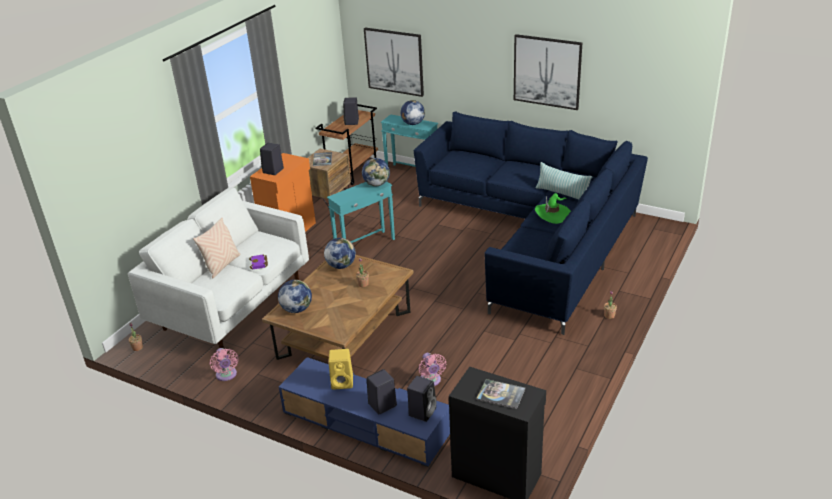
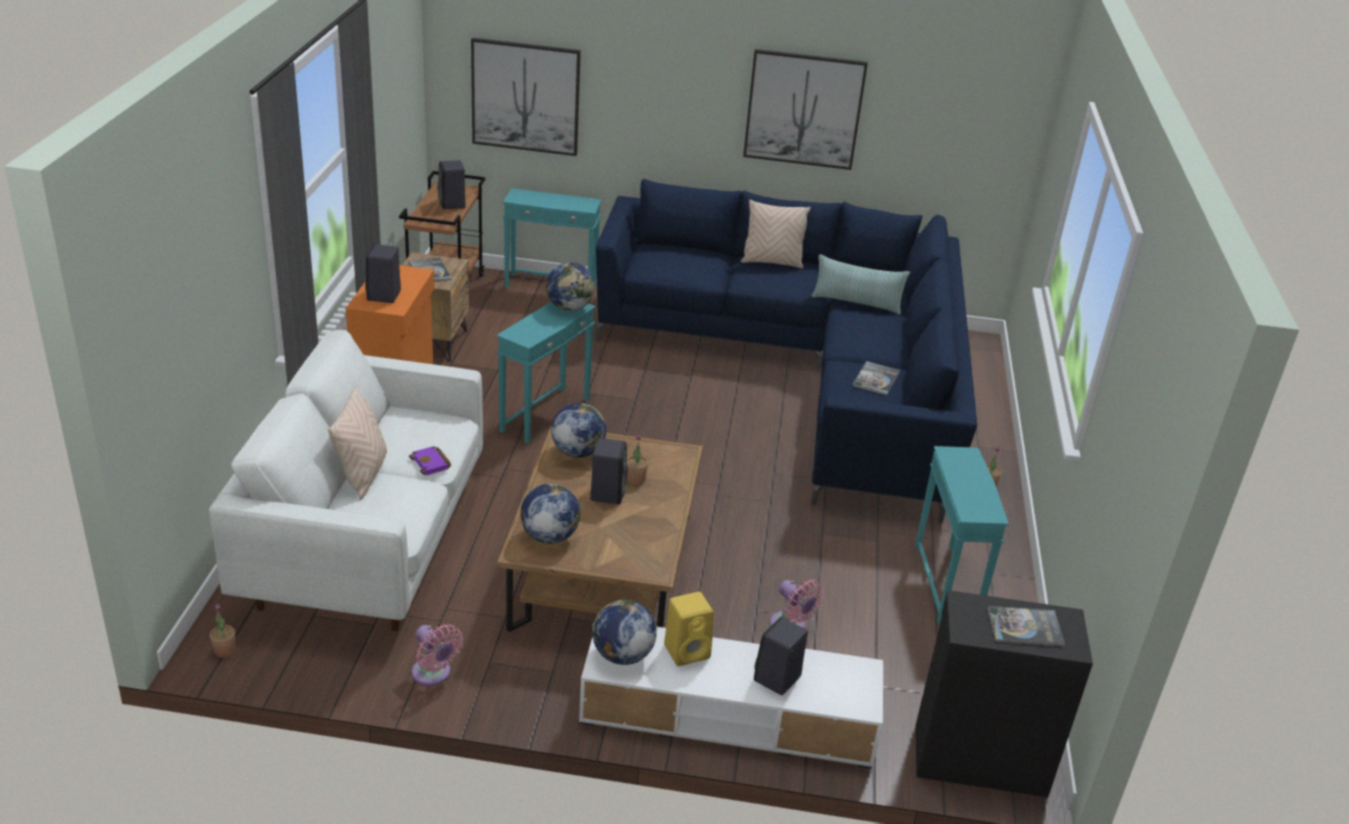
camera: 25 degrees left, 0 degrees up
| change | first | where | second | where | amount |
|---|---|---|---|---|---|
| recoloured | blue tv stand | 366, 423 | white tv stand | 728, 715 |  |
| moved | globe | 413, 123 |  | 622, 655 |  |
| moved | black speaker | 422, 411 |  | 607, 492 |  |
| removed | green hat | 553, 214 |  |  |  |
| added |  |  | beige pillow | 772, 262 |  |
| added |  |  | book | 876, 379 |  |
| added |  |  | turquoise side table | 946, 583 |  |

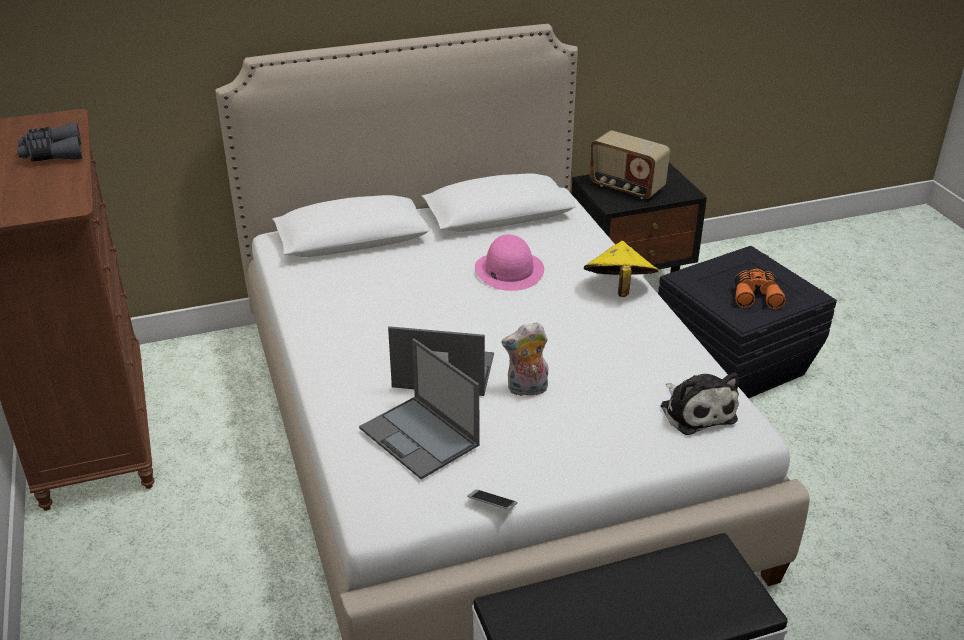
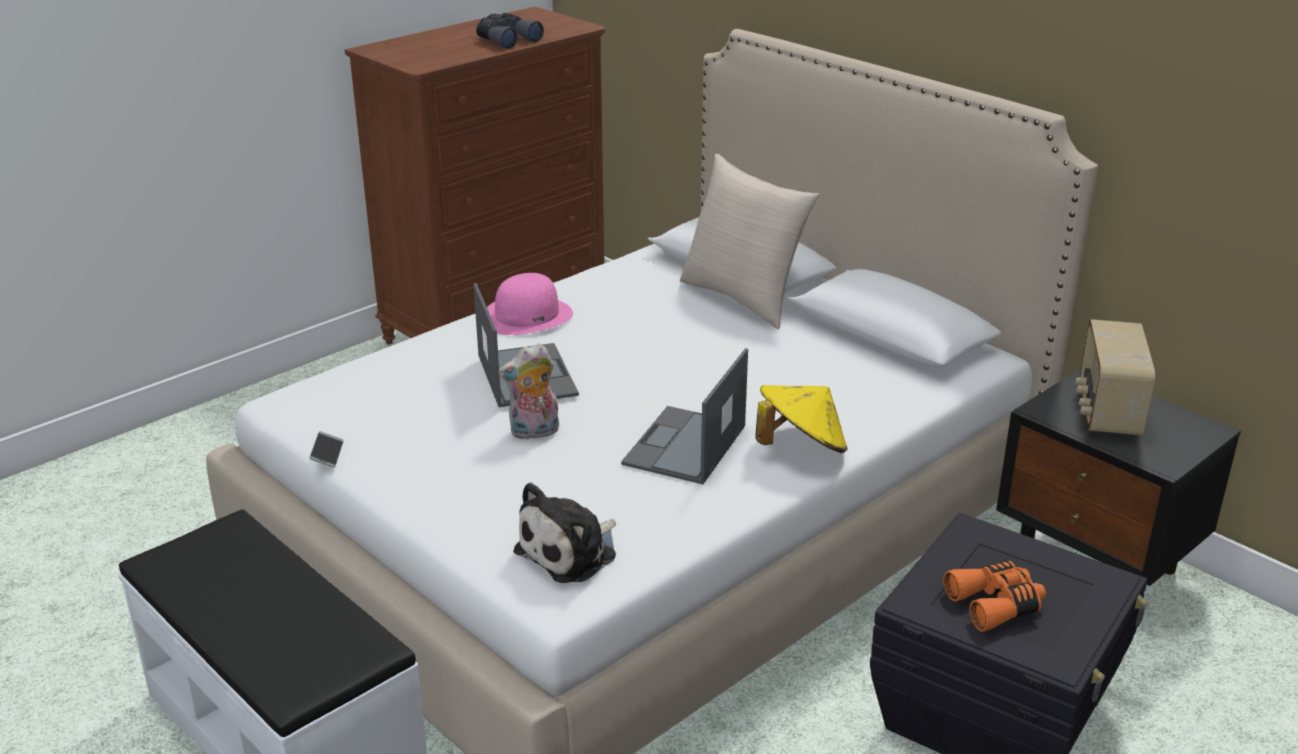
camera: 65 degrees right, 5 degrees down
| change | first | where | second | where | amount |
|---|---|---|---|---|---|
| moved | laptop | 420, 437 |  | 684, 446 |  |
| moved | pink hat | 509, 270 |  | 527, 316 |  |
| turned | plush toy | 526, 390 |  | 534, 432 | 75 degrees counterclockwise |
| added |  |  | beige pillow | 743, 298 |  |

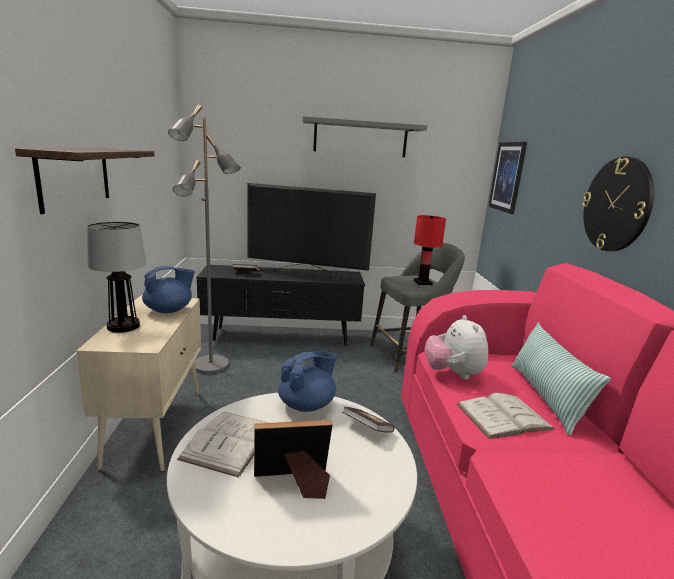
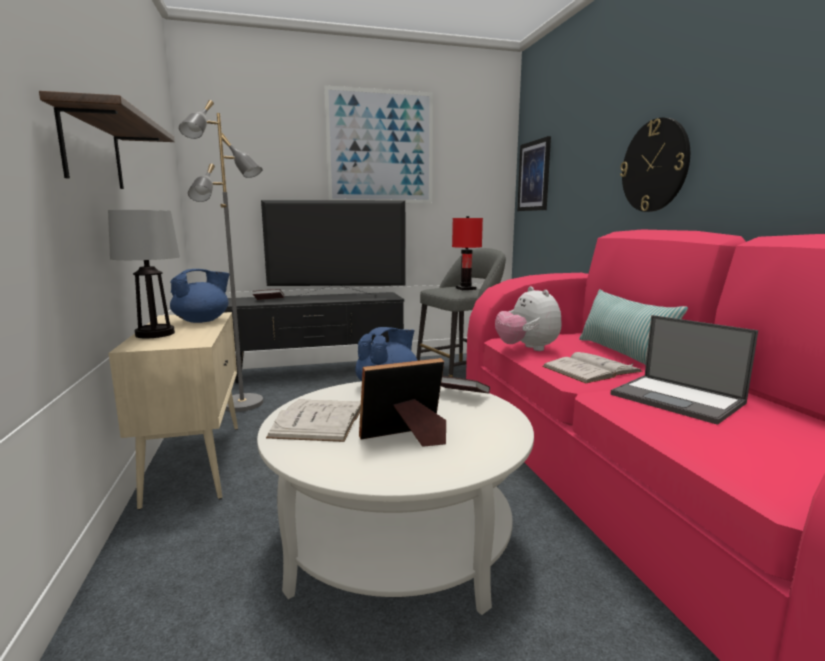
camera: 10 degrees left, 5 degrees down
| change | first | where | second | where | amount |
|---|---|---|---|---|---|
| replaced | grey shelf | 360, 138 | picture | 380, 147 |  |
| added |  |  | laptop | 678, 399 |  |

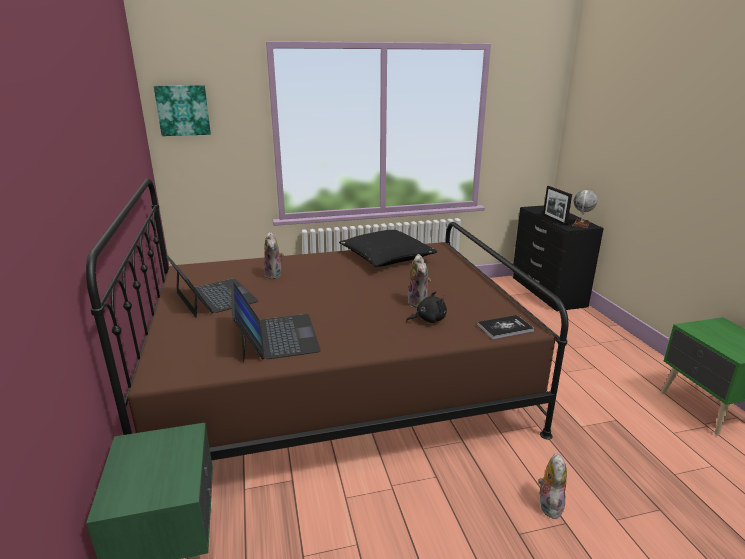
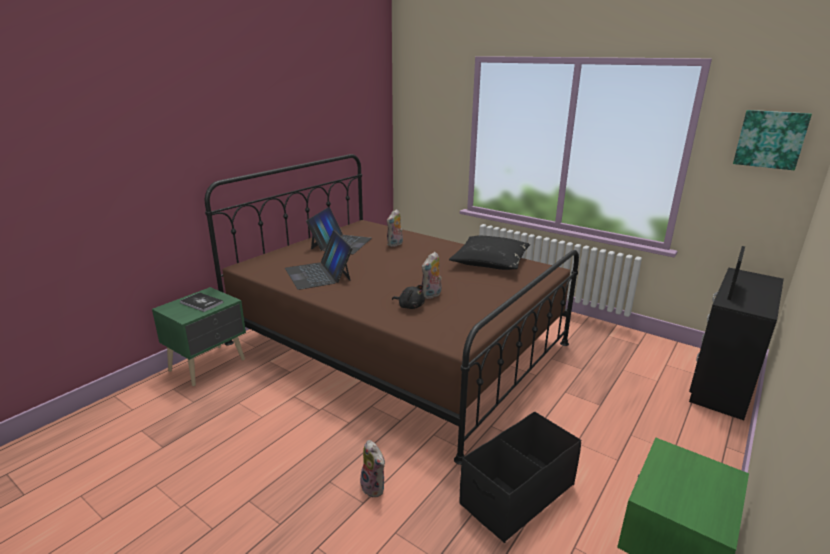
camera: 50 degrees right, 0 degrees up
| change | first | where | second | where | amount |
|---|---|---|---|---|---|
| moved | picture | 183, 110 |  | 770, 139 |  |
| turned | laptop | 276, 337 |  | 318, 274 | 120 degrees clockwise |
| moved | book | 505, 328 |  | 201, 303 |  |
| turned | plush toy | 548, 504 |  | 375, 487 | 75 degrees clockwise |
| removed | globe | 581, 224 |  |  |  |
| added |  |  | black storage box | 517, 494 |  |

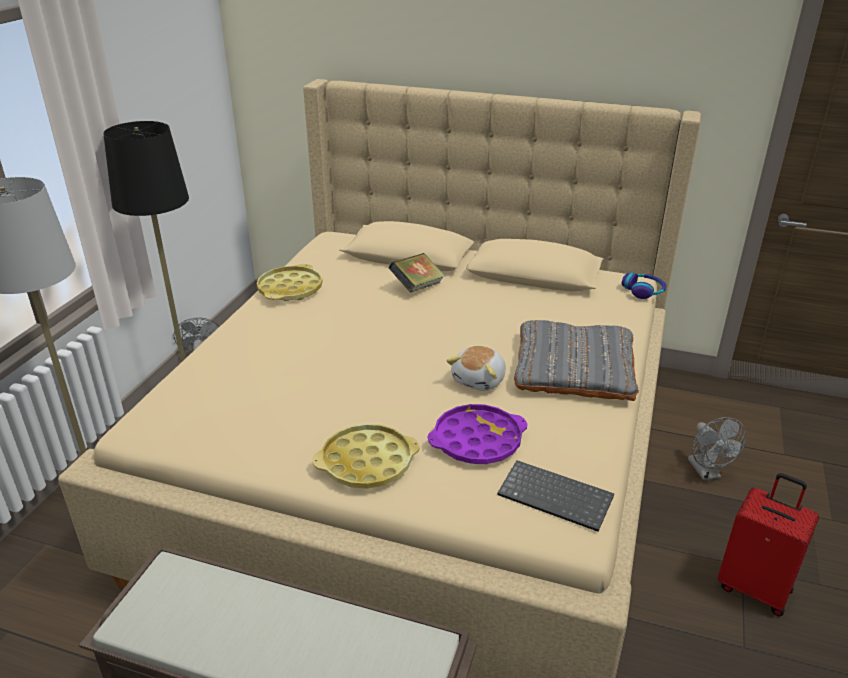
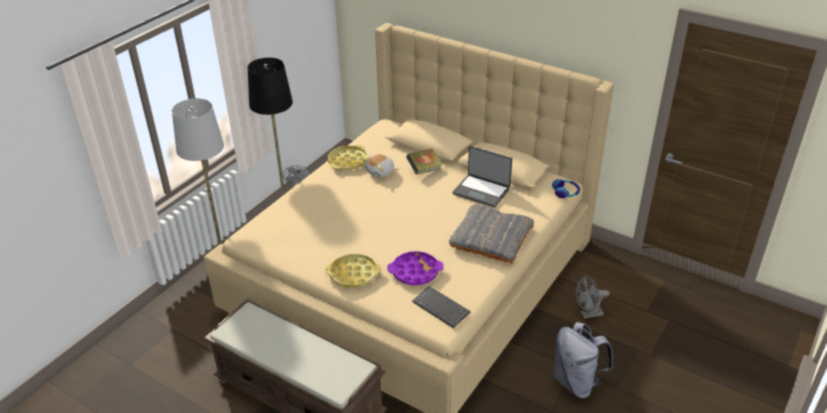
camera: 15 degrees right, 5 degrees up
| change | first | where | second | where | amount |
|---|---|---|---|---|---|
| moved | plush toy | 480, 380 |  | 380, 172 |  |
| turned | grey fan | 707, 473 |  | 587, 314 | 75 degrees clockwise |
| replaced | red suitcase | 754, 587 | grey backpack | 576, 382 |  |
| added |  |  | laptop | 481, 191 |  |

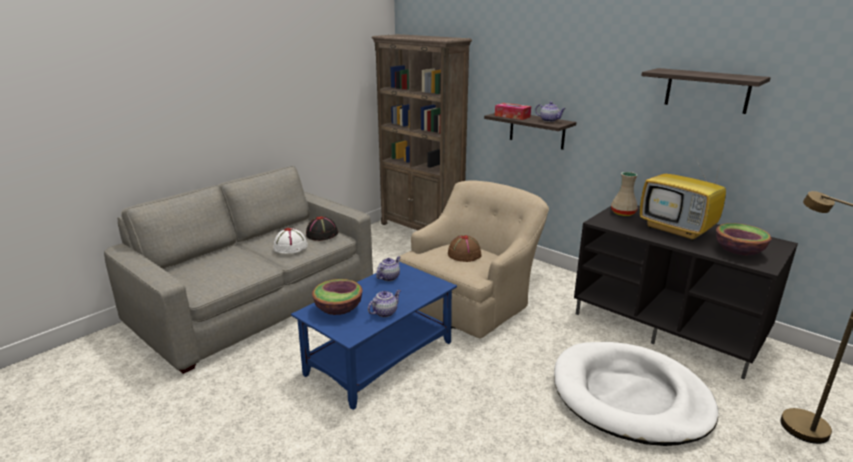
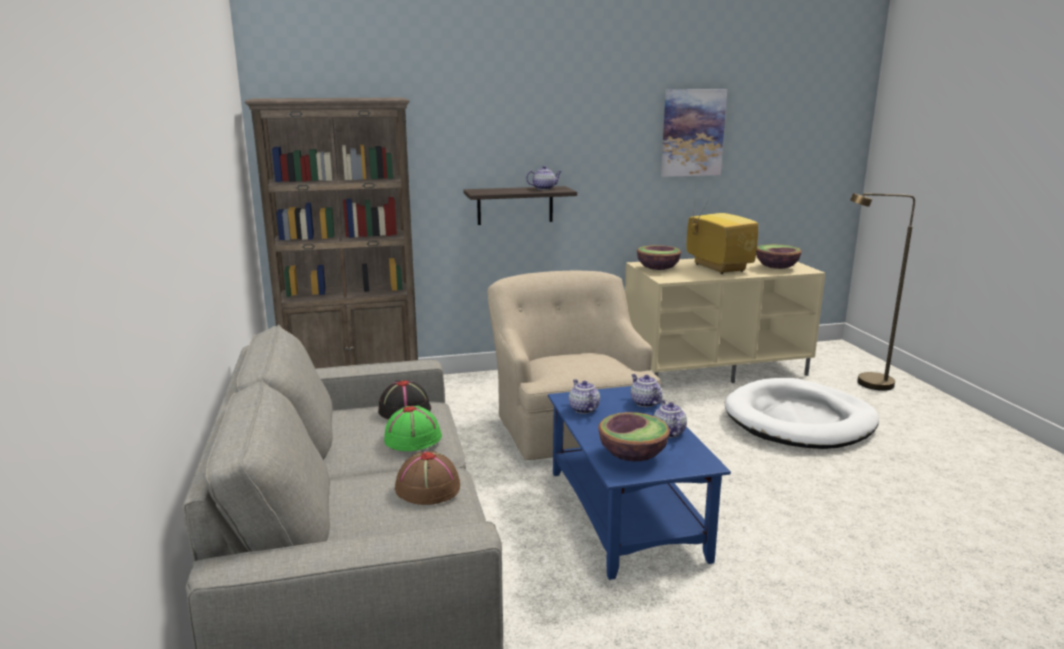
camera: 55 degrees left, 5 degrees down
| change | first | where | second | where | amount |
|---|---|---|---|---|---|
| recoloured | white hat | 291, 247 | green hat | 413, 438 |  |
| moved | brown hat | 464, 254 |  | 427, 488 |  |
| removed | tissue box | 512, 116 |  |  |  |
| recoloured | black tv stand | 668, 326 | beige tv stand | 715, 367 |  |
| replaced | beige vase | 623, 213 | bowl | 658, 269 |  |
| turned | television | 678, 230 |  | 716, 267 | 105 degrees counterclockwise |
| replaced | shelf | 707, 90 | picture | 692, 133 |  |
| added |  |  | teapot | 644, 403 |  |

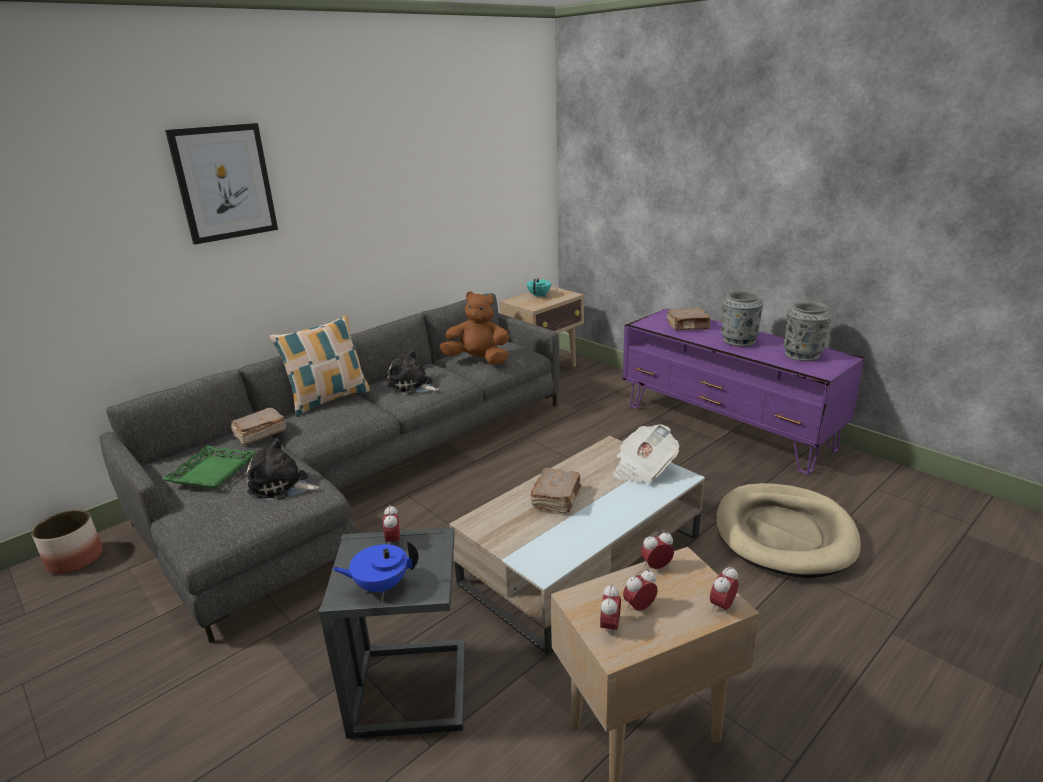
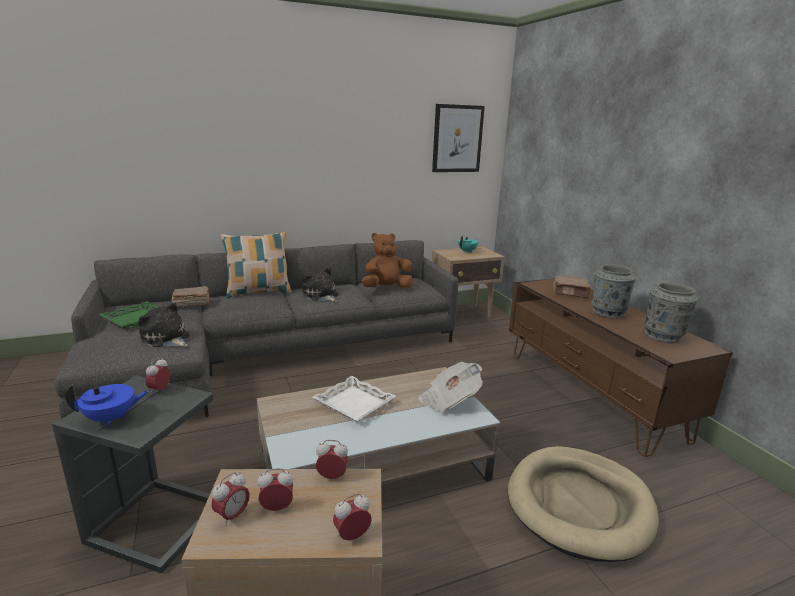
camera: 20 degrees right, 5 degrees down
| change | first | where | second | where | amount |
|---|---|---|---|---|---|
| removed | planter | 75, 559 |  |  |  |
| moved | picture | 224, 183 |  | 457, 139 |  |
| turned | blue teapot | 381, 585 |  | 111, 418 | 150 degrees clockwise |
| turned | brown plush toy | 478, 360 |  | 386, 288 | 60 degrees counterclockwise |
| replaced | brown book | 557, 498 | white tray | 354, 403 |  |
| recoloured | purple tv stand | 726, 427 | brown tv stand | 590, 394 |  |

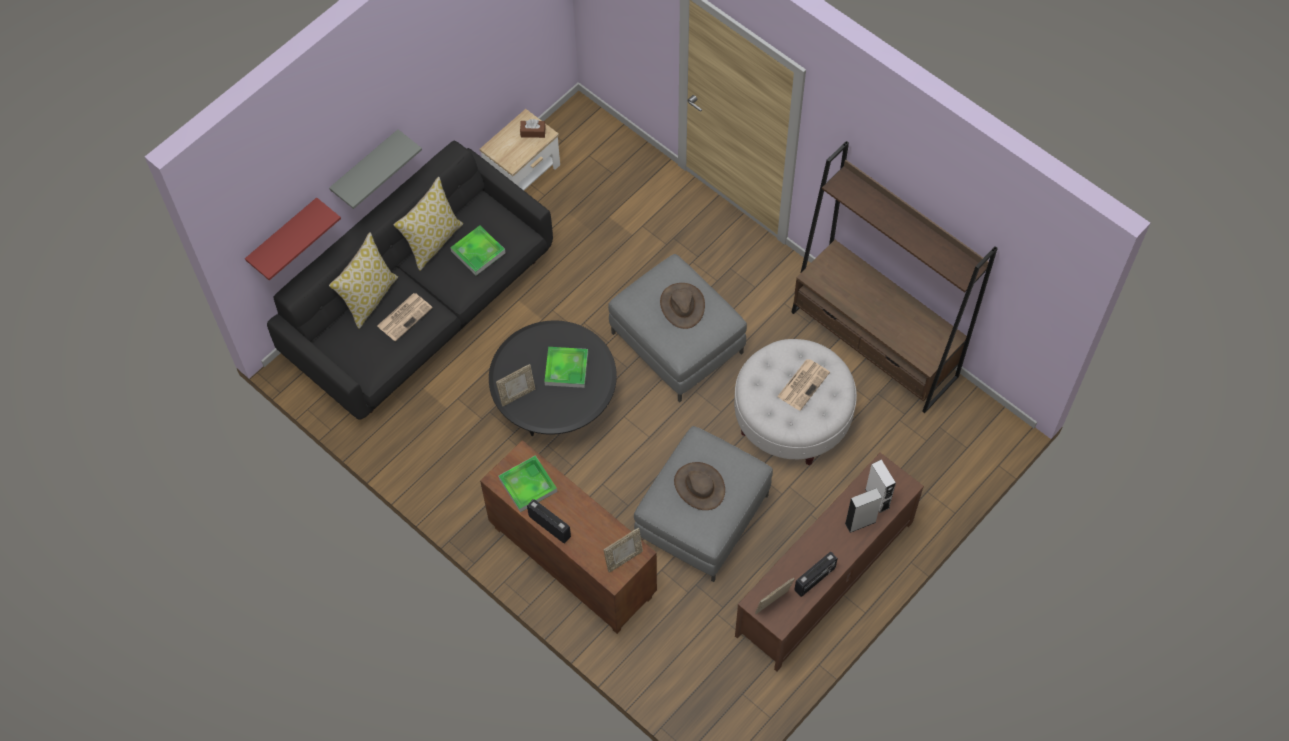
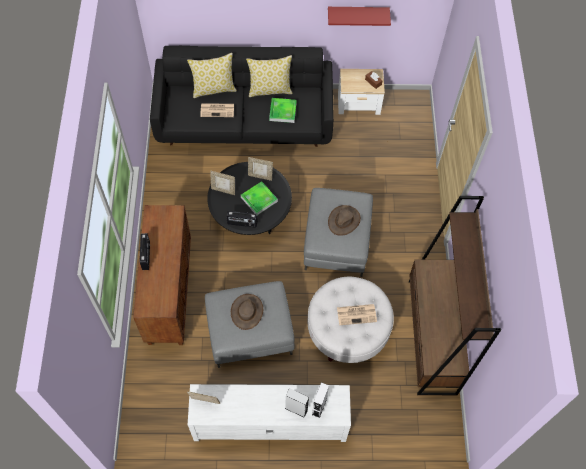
camera: 45 degrees right, 0 degrees up
| change | first | where | second | where | amount |
|---|---|---|---|---|---|
| moved | red shelf | 284, 236 |  | 357, 14 |  |
| removed | grey shelf | 366, 167 |  |  |  |
| removed | tray | 528, 485 |  |  |  |
| moved | picture frame | 624, 559 |  | 260, 176 |  |
| recoloured | brown tv stand | 824, 579 | white tv stand | 269, 422 |  |
| moved | radio | 815, 579 |  | 242, 223 |  |

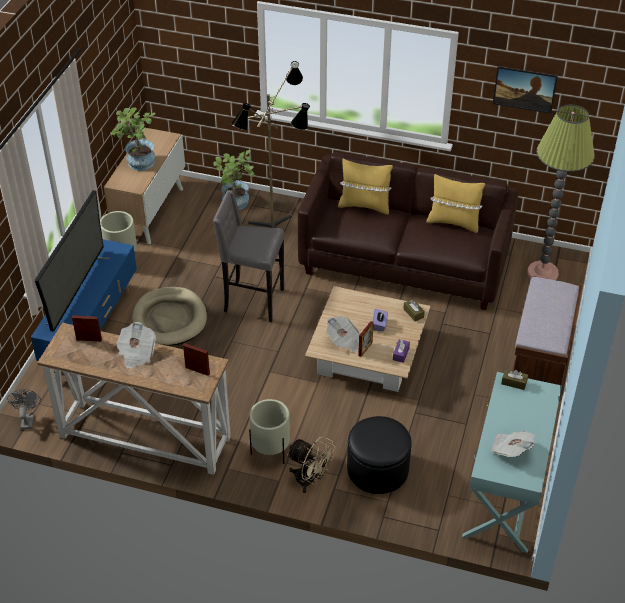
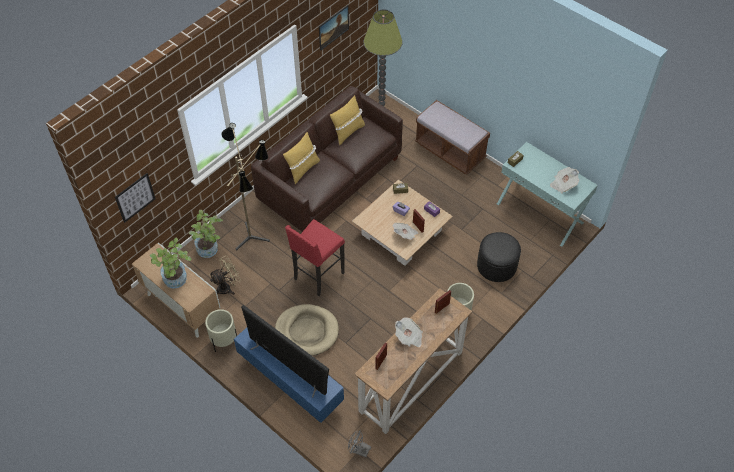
camera: 65 degrees left, 10 degrees up
| change | first | where | second | where | amount |
|---|---|---|---|---|---|
| recoloured | grey stool | 252, 301 | red stool | 318, 276 |  |
| moved | beige fan | 310, 480 |  | 227, 287 |  |
| added |  |  | picture | 135, 197 |  |

